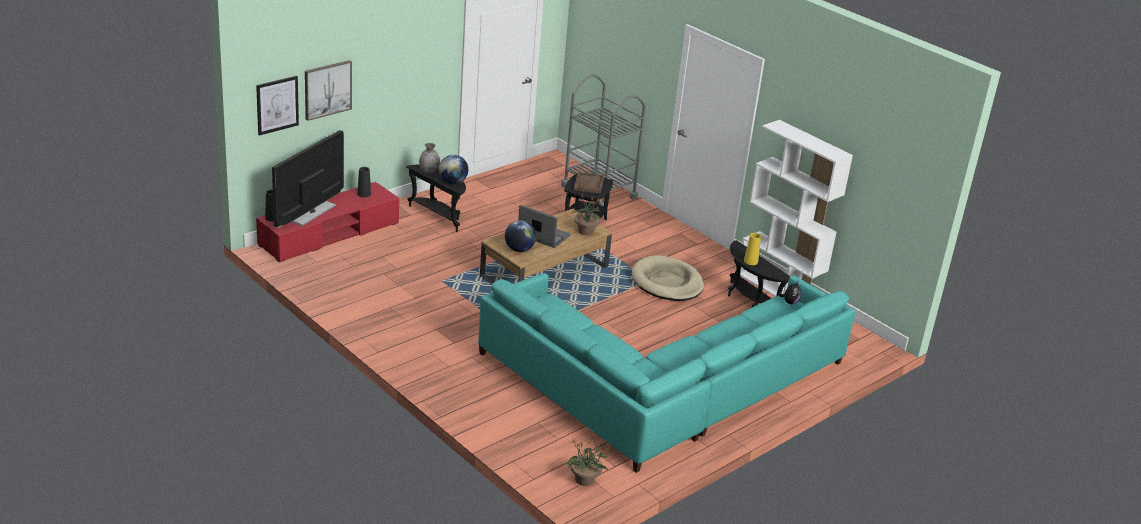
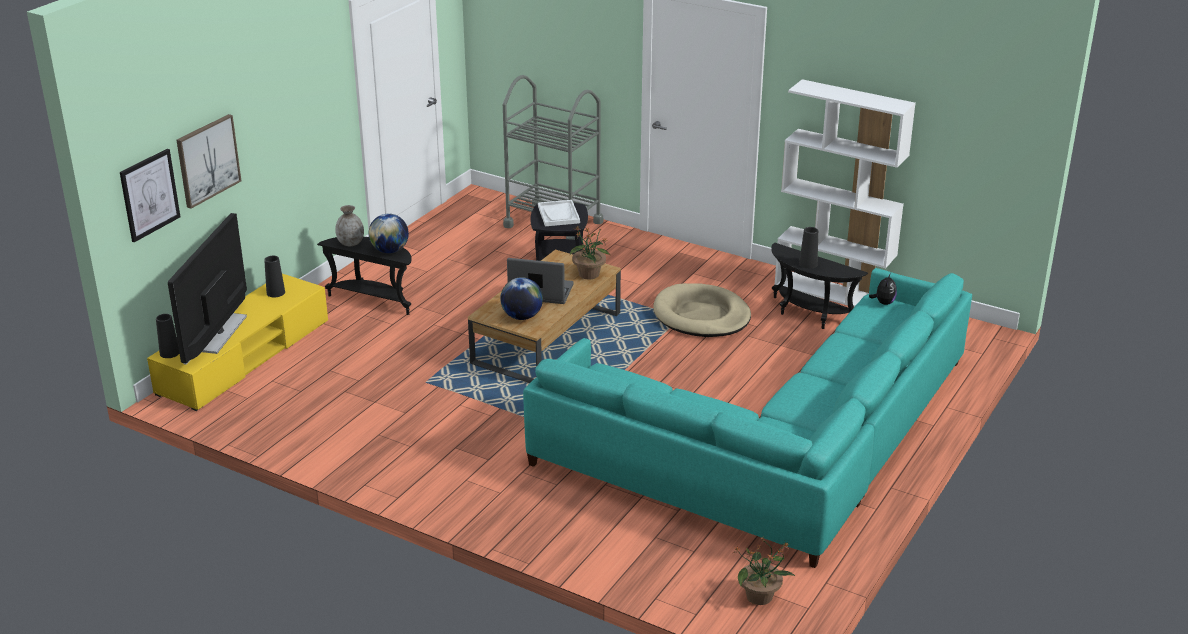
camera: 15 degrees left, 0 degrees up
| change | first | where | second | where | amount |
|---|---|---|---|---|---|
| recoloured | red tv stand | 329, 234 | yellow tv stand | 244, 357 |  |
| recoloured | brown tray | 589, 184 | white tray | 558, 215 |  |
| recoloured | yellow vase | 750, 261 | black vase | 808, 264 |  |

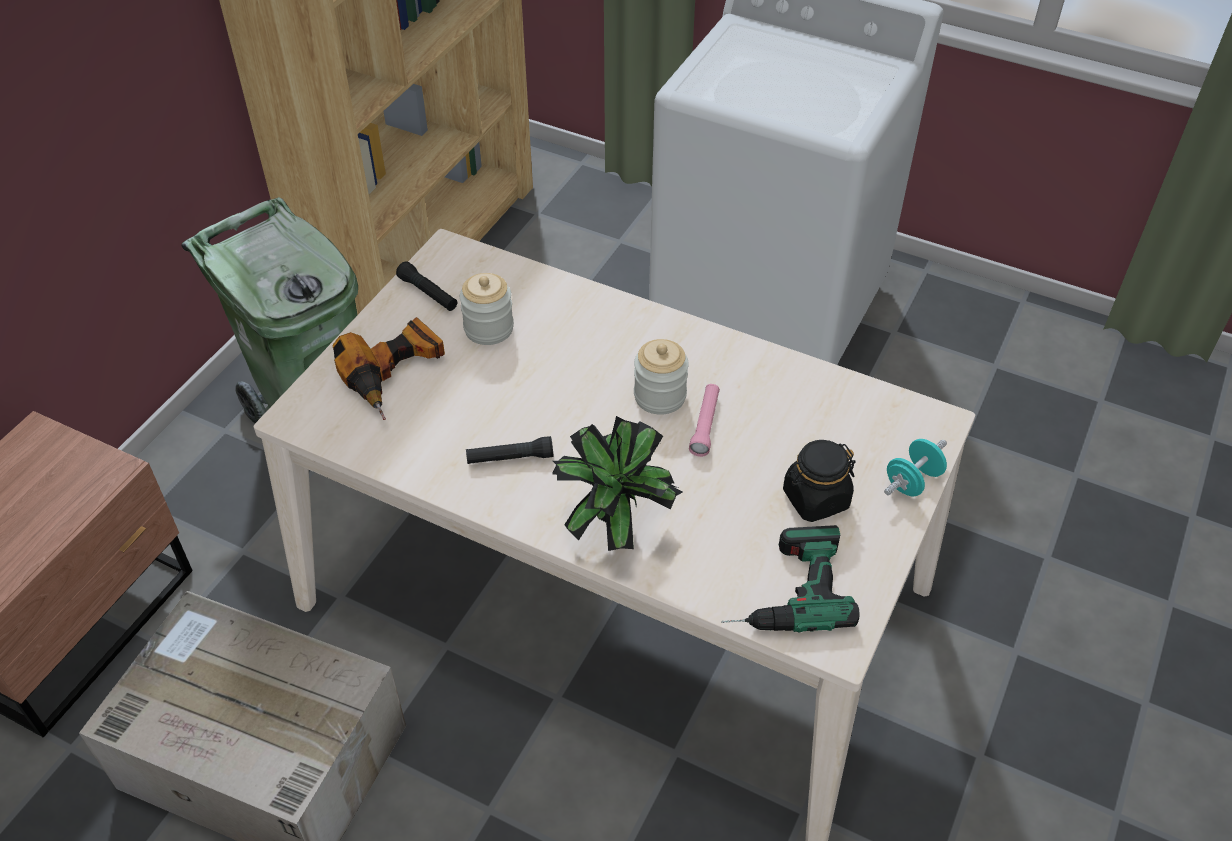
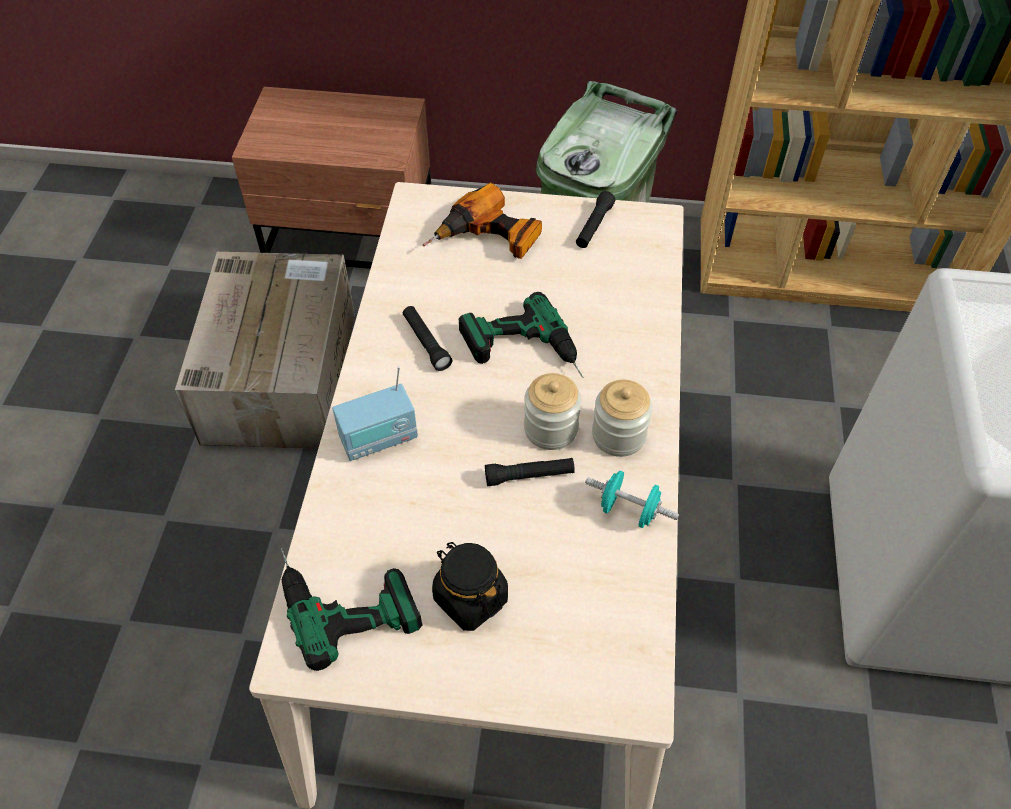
camera: 70 degrees right, 5 degrees up
| change | first | where | second | where | amount |
|---|---|---|---|---|---|
| moved | jar | 488, 328 |  | 618, 435 |  |
| replaced | potted plant | 614, 524 | radio | 379, 439 |  |
| recoloured | pink flashlight | 705, 425 | black flashlight | 529, 476 |  |
| moved | turquoise dumbbell | 912, 481 |  | 628, 510 |  |
| added |  |  | power drill | 524, 354 |  |

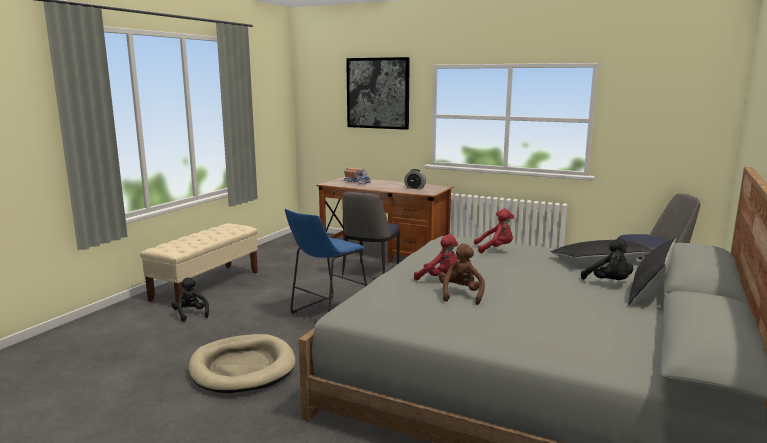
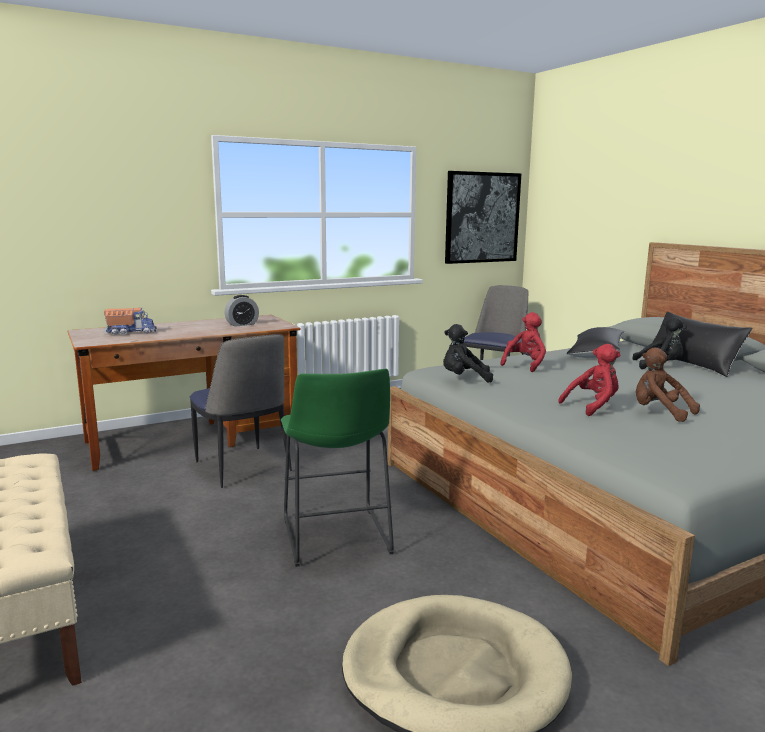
camera: 55 degrees left, 0 degrees up
| change | first | where | second | where | amount |
|---|---|---|---|---|---|
| moved | black plush toy | 190, 314 |  | 464, 379 |  |
| recoloured | blue stool | 326, 313 | green stool | 336, 539 |  |
| moved | picture | 378, 93 |  | 482, 217 |  |

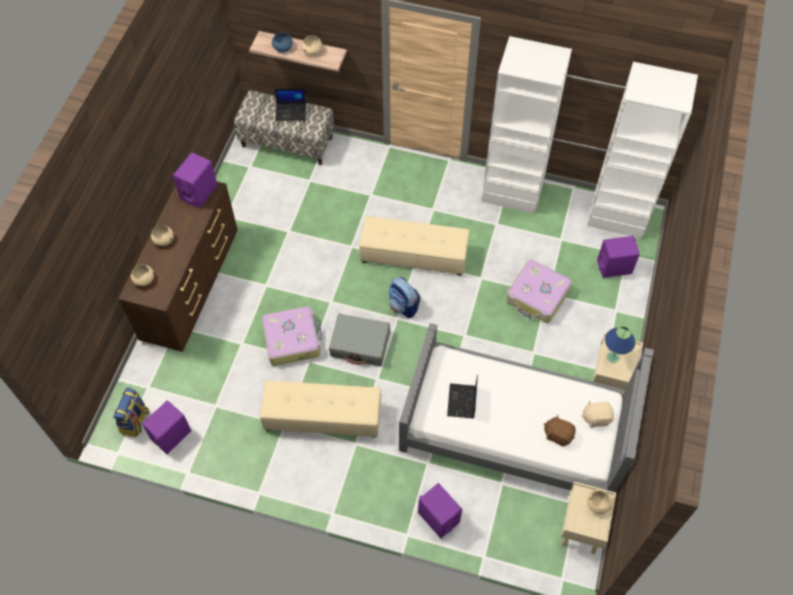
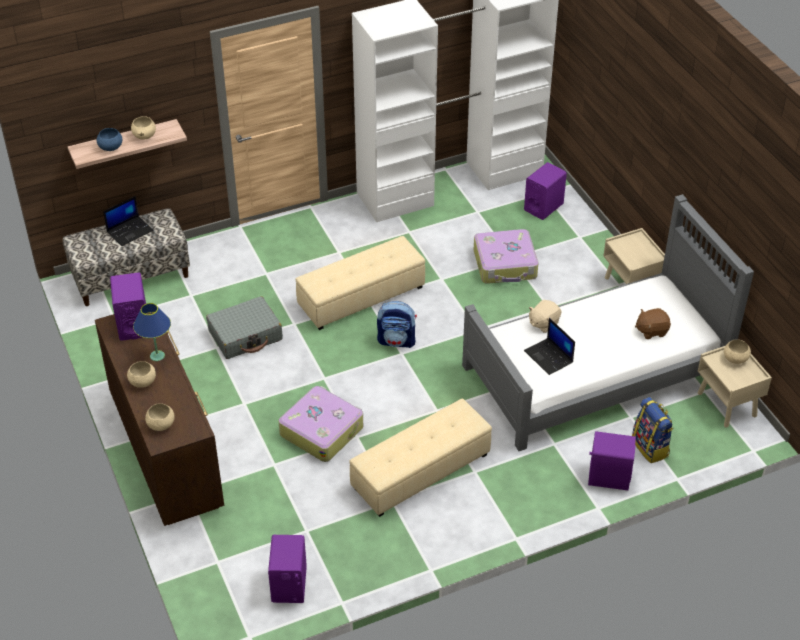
camera: 40 degrees left, 15 degrees down
| change | first | where | second | where | amount |
|---|---|---|---|---|---|
| moved | backpack | 135, 422 |  | 650, 447 |  |
| moved | grey suitcase | 360, 344 |  | 245, 335 |  |
| moved | beige plush toy | 596, 418 |  | 543, 323 |  |
| moved | blue table lamp | 612, 357 |  | 157, 356 |  |

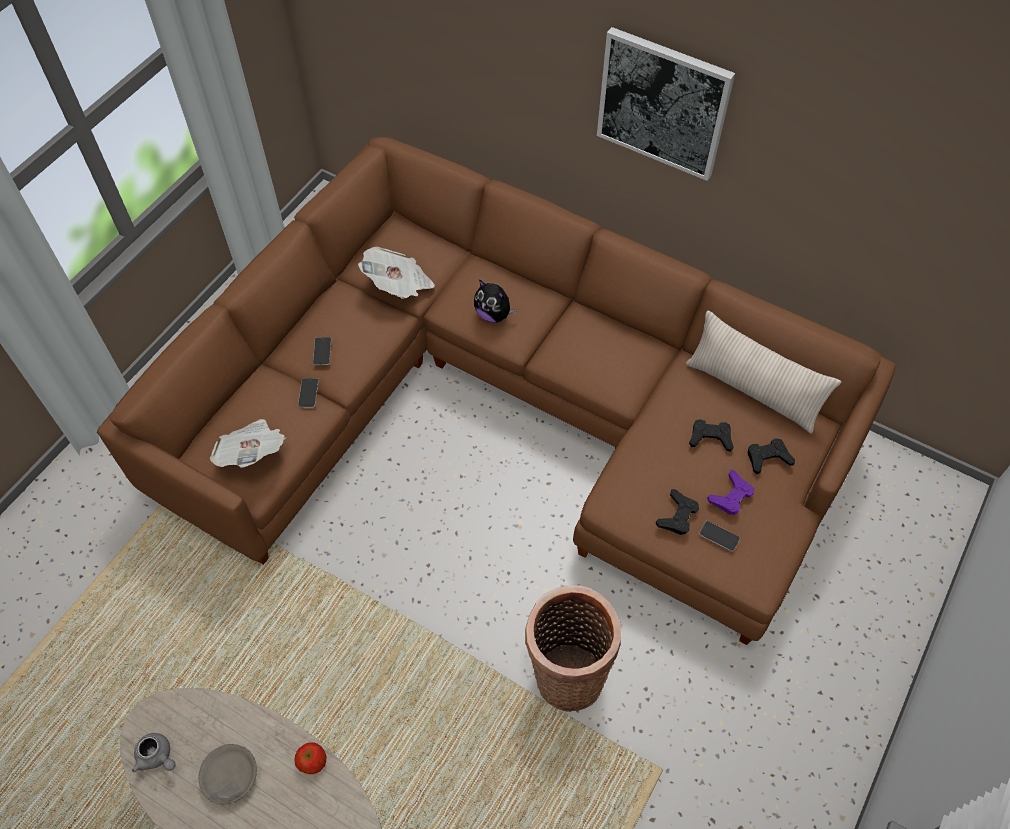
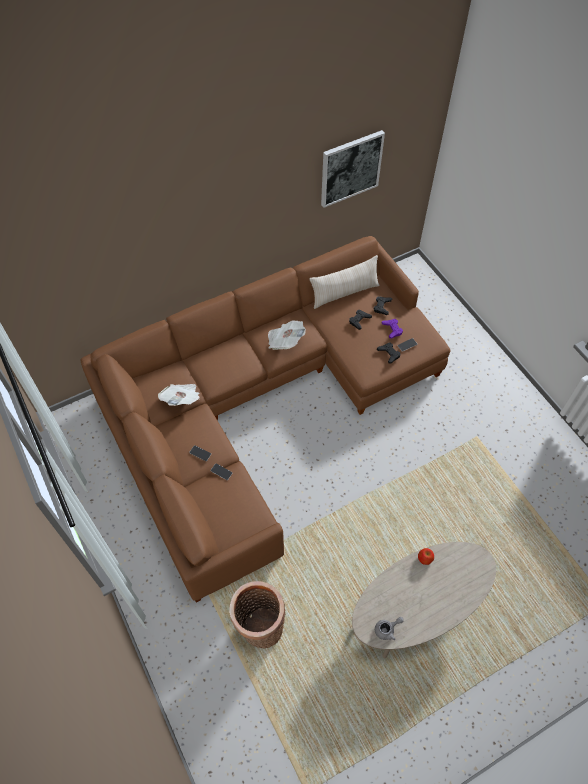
camera: 60 degrees left, 0 degrees up
| change | first | where | second | where | amount |
|---|---|---|---|---|---|
| removed | grey bowl | 229, 777 |  |  |  |
| moved | newspaper | 253, 453 |  | 285, 341 |  |
| removed | plush toy | 493, 314 |  |  |  |
| moved | basket | 566, 673 |  | 260, 628 |  |
| moved | picture | 663, 103 |  | 350, 168 |  |

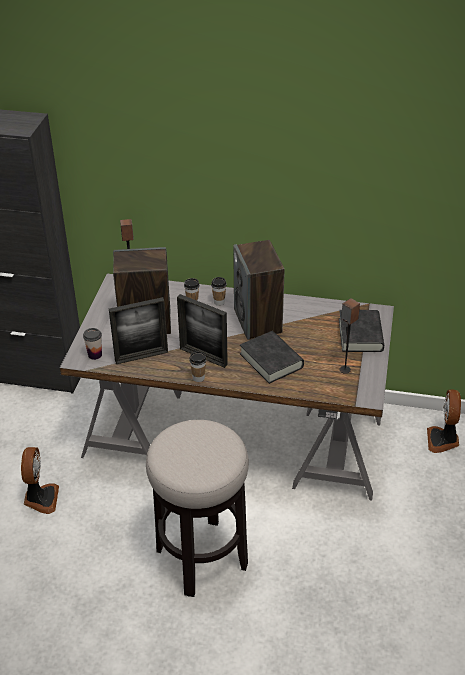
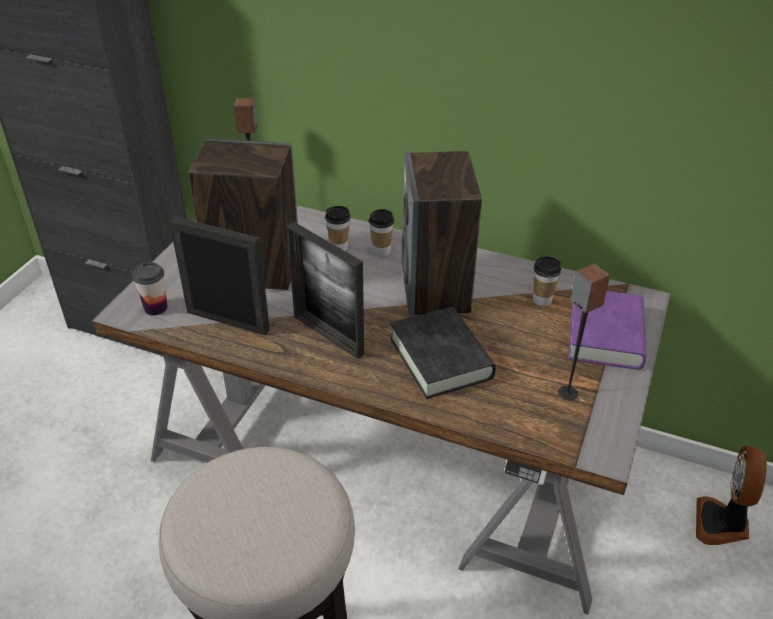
camera: 10 degrees right, 0 degrees up
| change | first | where | second | where | amount |
|---|---|---|---|---|---|
| removed | fan | 40, 498 |  |  |  |
| turned | picture frame | 141, 356 |  | 228, 321 | 150 degrees counterclockwise |
| moved | cup | 198, 378 |  | 542, 300 |  |
| recoloured | black book | 360, 335 | purple book | 605, 335 |  |

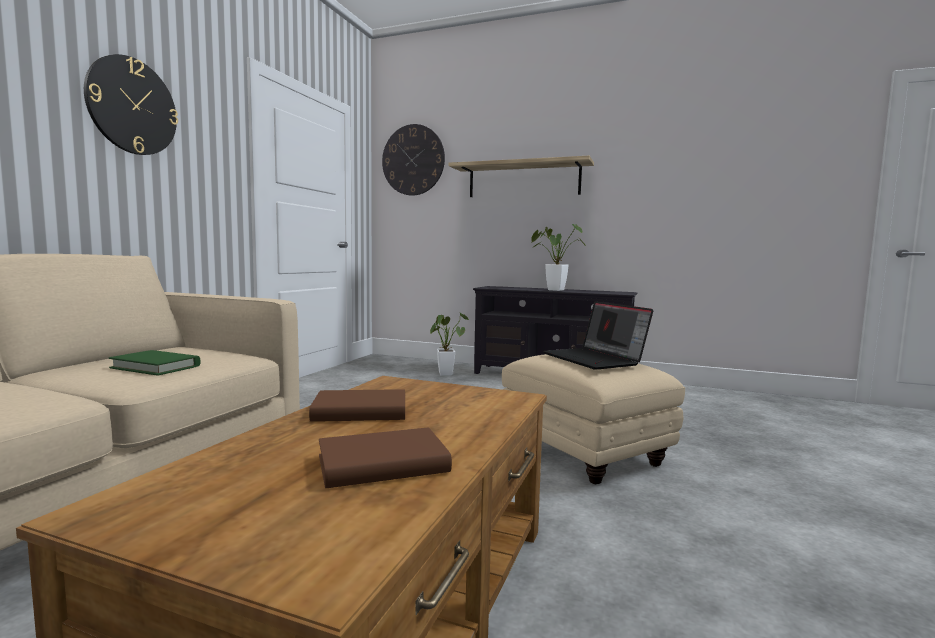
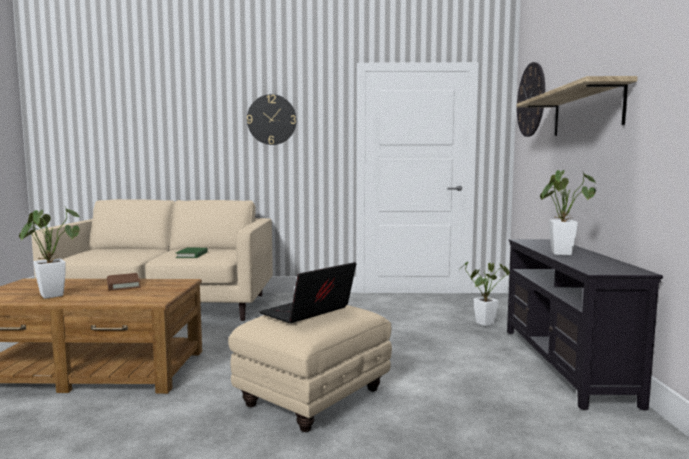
camera: 70 degrees right, 0 degrees up
| change | first | where | second | where | amount |
|---|---|---|---|---|---|
| replaced | brown book | 383, 464 | potted plant | 51, 294 |  |

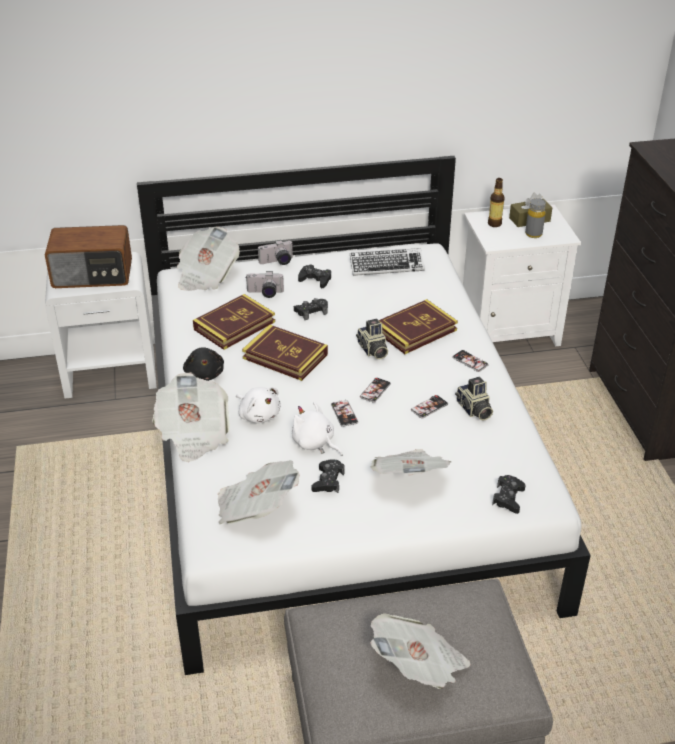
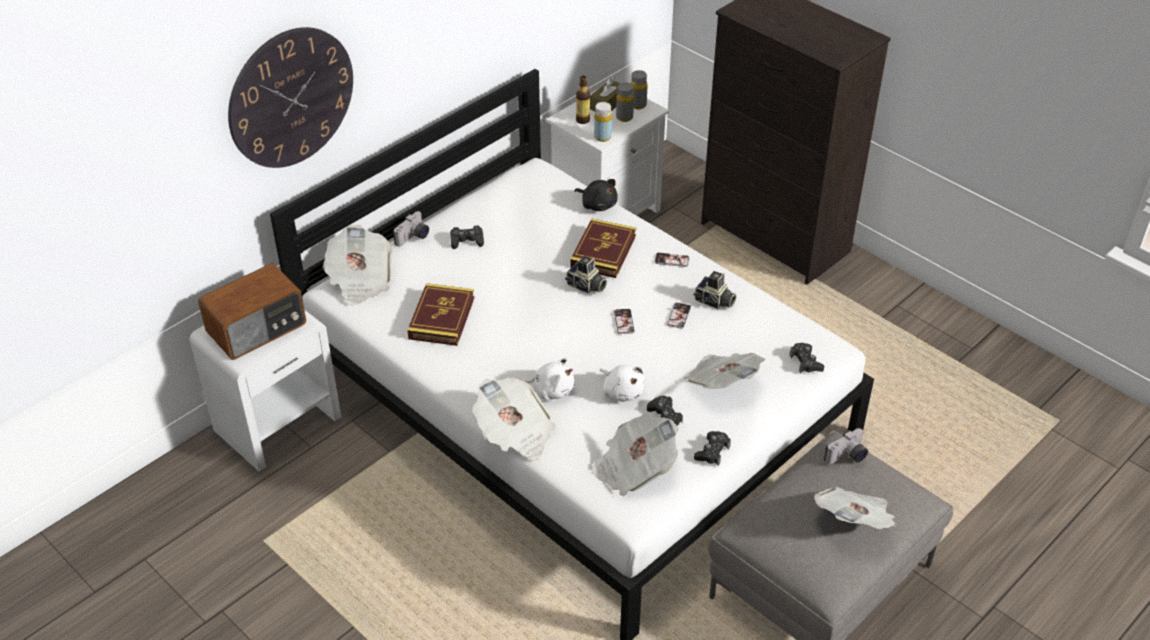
camera: 35 degrees left, 5 degrees up
| change | first | where | second | where | amount |
|---|---|---|---|---|---|
| moved | black plush toy | 204, 374 |  | 598, 204 |  |
| removed | book | 285, 356 |  |  |  |
| moved | photo camera | 265, 293 |  | 847, 457 |  |
| turned | white plush toy | 315, 443 |  | 622, 391 | 135 degrees counterclockwise |
| moved | black game controller | 311, 312 |  | 712, 452 |  |
| removed | phone | 344, 414 |  |  |  |
| removed | keyboard | 386, 266 |  |  |  |
| added |  |  | wall clock | 291, 98 |  |
| added |  |  | yellow bottle | 602, 137 |  |
| added |  |  | grey bottle | 638, 105 |  |

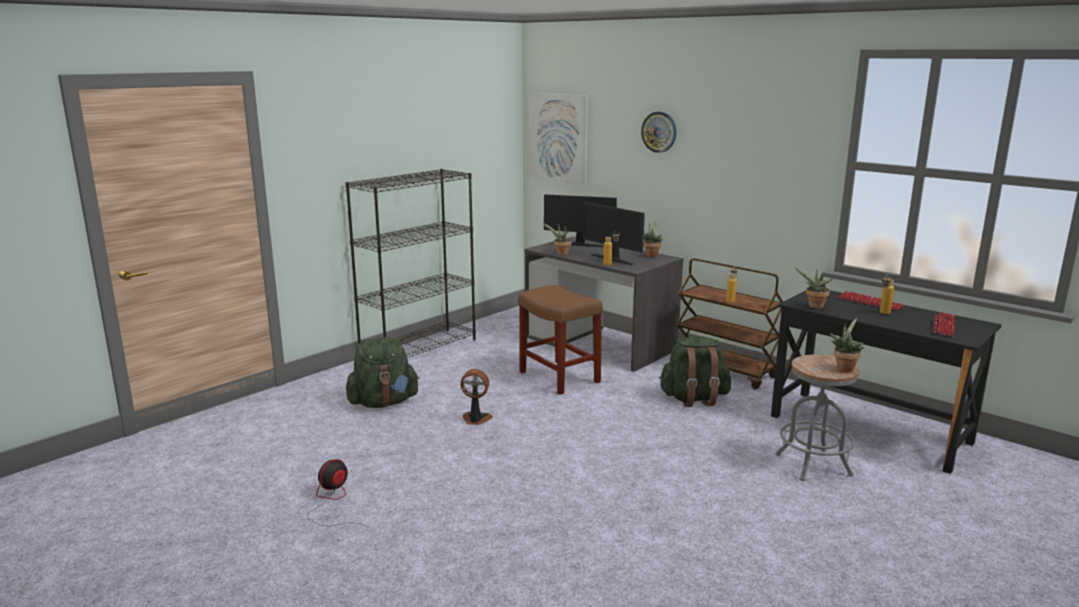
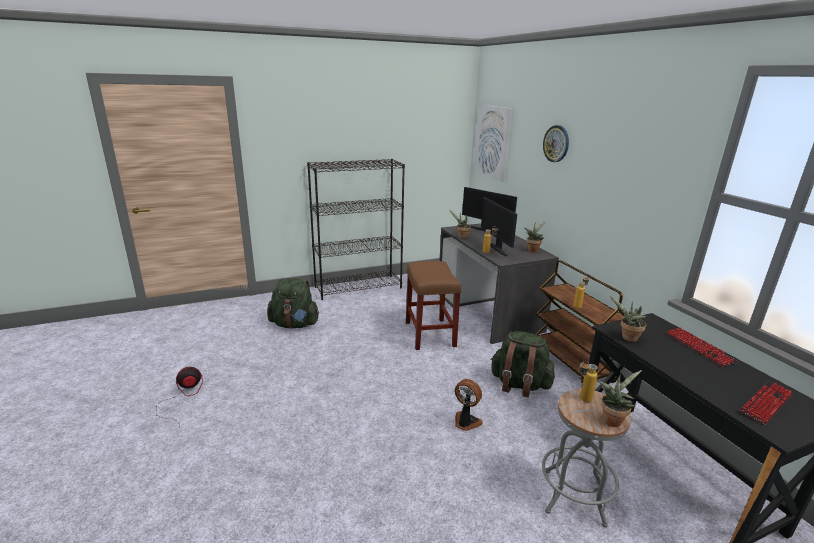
camera: 25 degrees right, 5 degrees up
| change | first | where | second | where | amount |
|---|---|---|---|---|---|
| moved | fan | 476, 419 |  | 465, 422 |  |
| moved | bottle | 883, 314 |  | 581, 400 |  |

